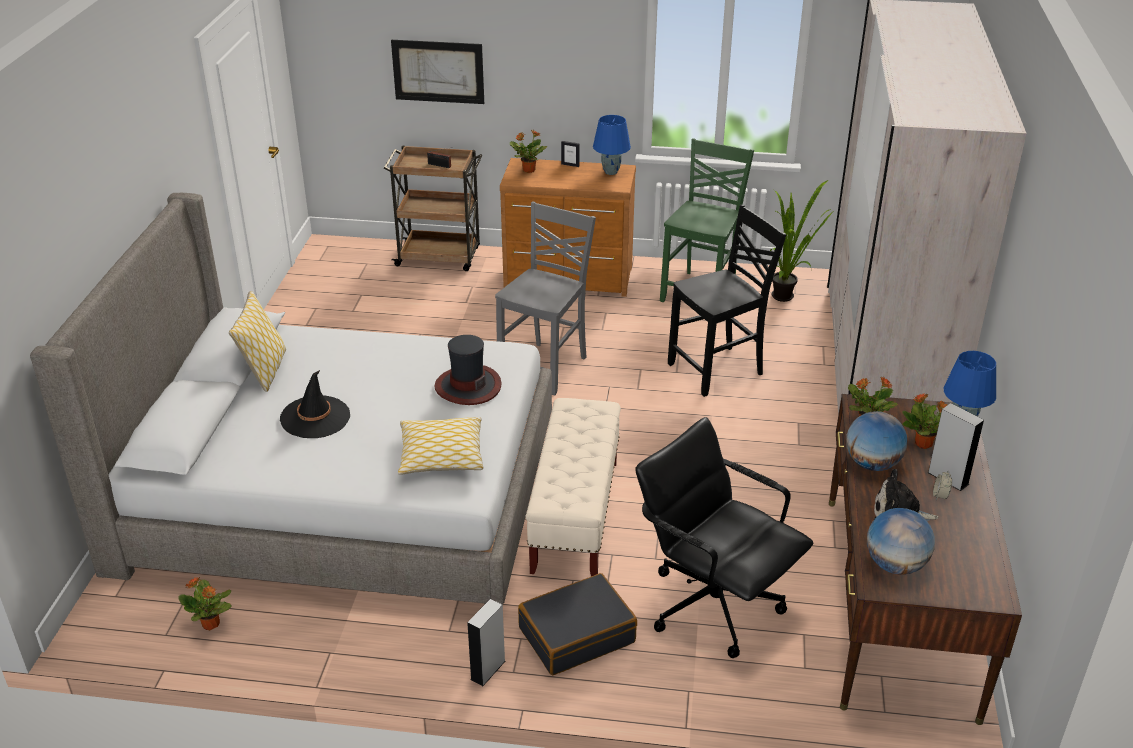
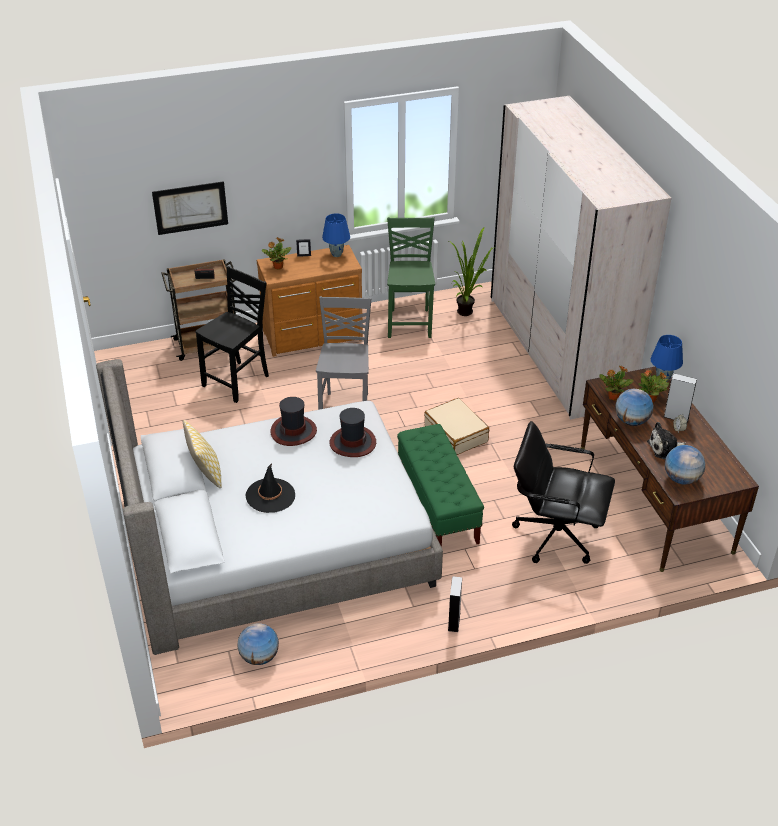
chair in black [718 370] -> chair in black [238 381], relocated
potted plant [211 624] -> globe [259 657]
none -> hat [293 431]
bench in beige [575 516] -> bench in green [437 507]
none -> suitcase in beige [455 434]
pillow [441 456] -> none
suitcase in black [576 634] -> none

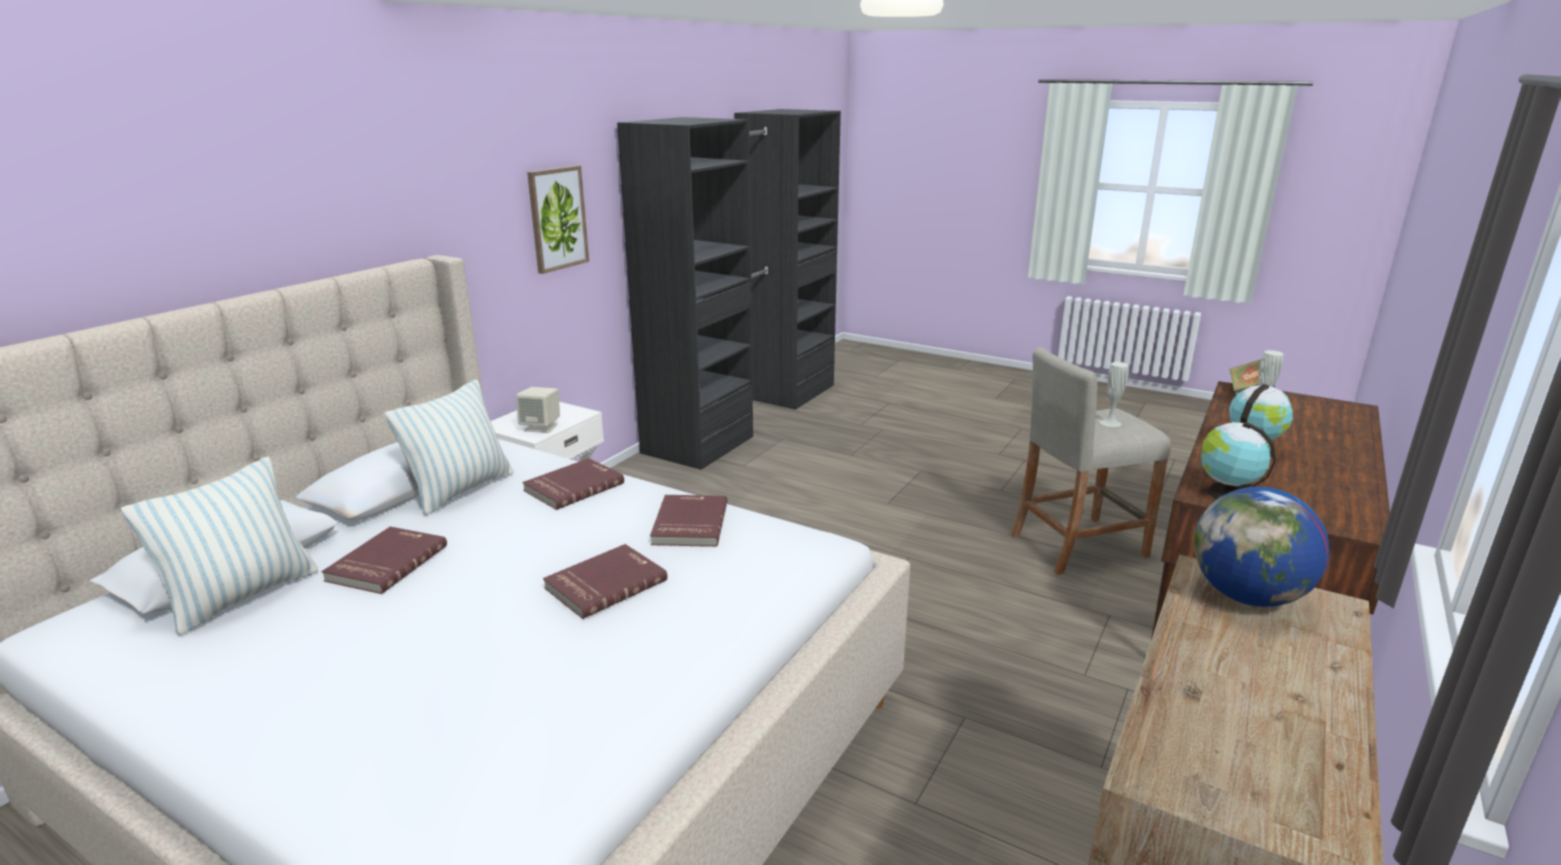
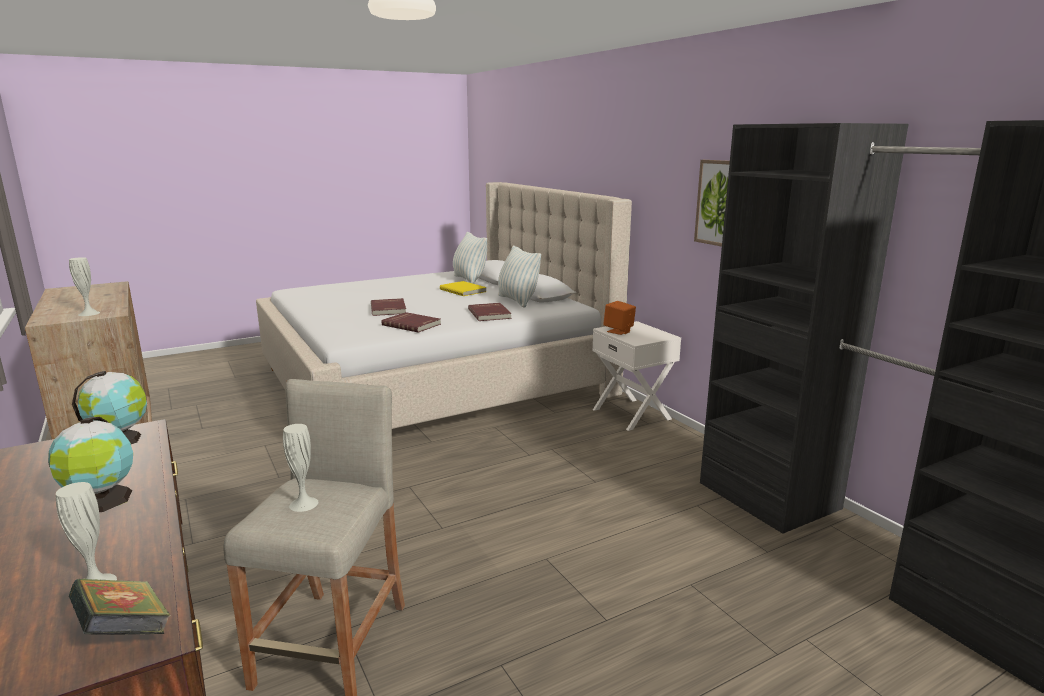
globe [1247 596] -> vase in white [89 313]
book in red [385 563] -> book in yellow [463 290]
speaker in beige [541 427] -> speaker in orange [619 331]

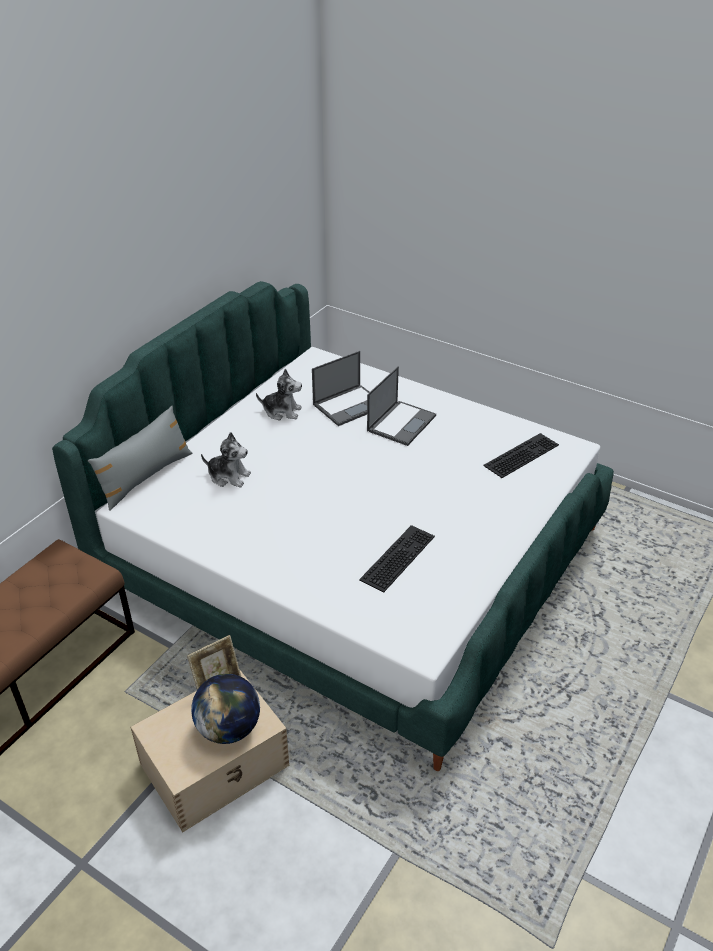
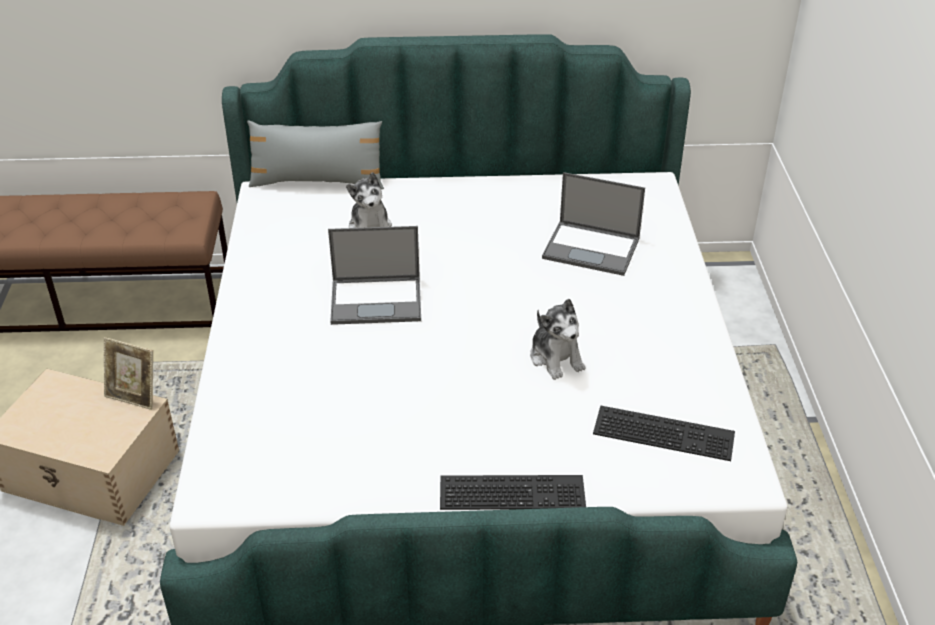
laptop [401 423] -> laptop [377 300], relocated
keyboard [396 556] -> keyboard [513 490], relocated
plush toy [282 411] -> plush toy [556 358], relocated
globe [229 728] -> none

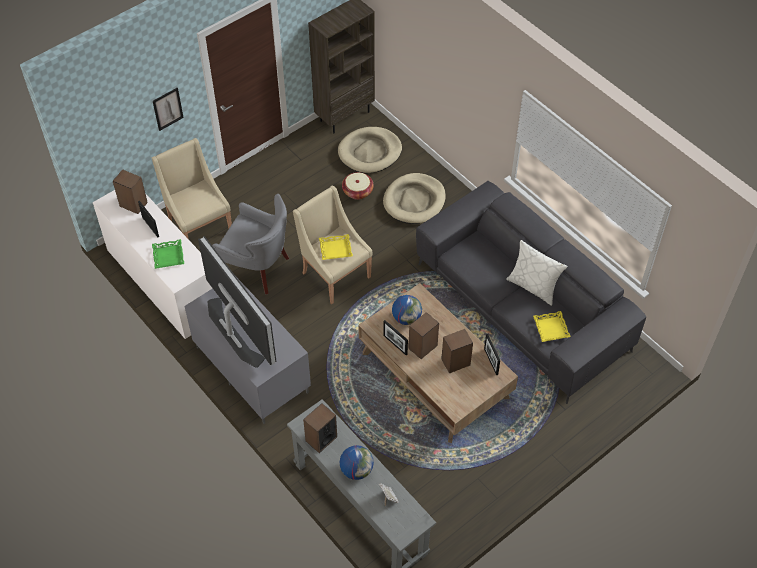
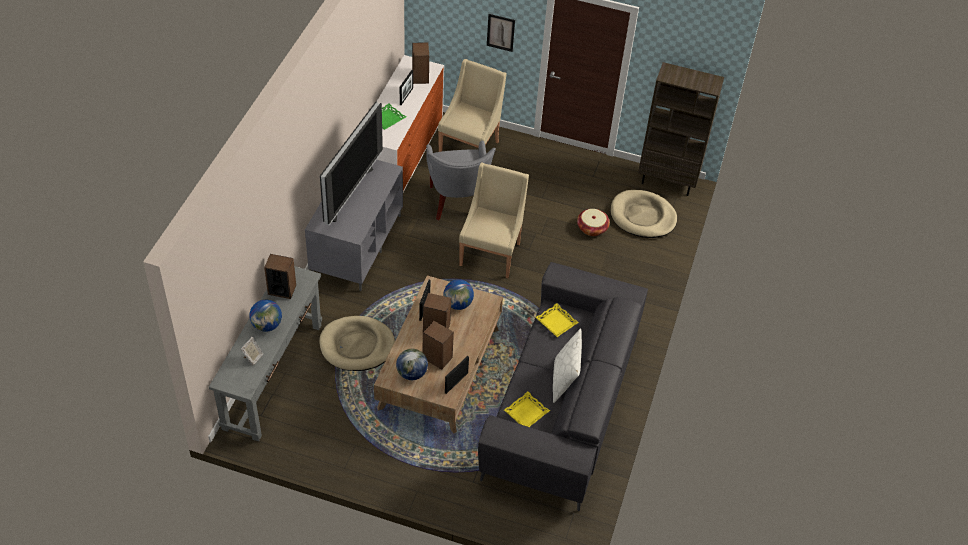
dog bed in beige [414 201] -> dog bed in beige [357 346], relocated
none -> globe [411 373]
tray in yellow [335 249] -> tray in yellow [556 322], relocated

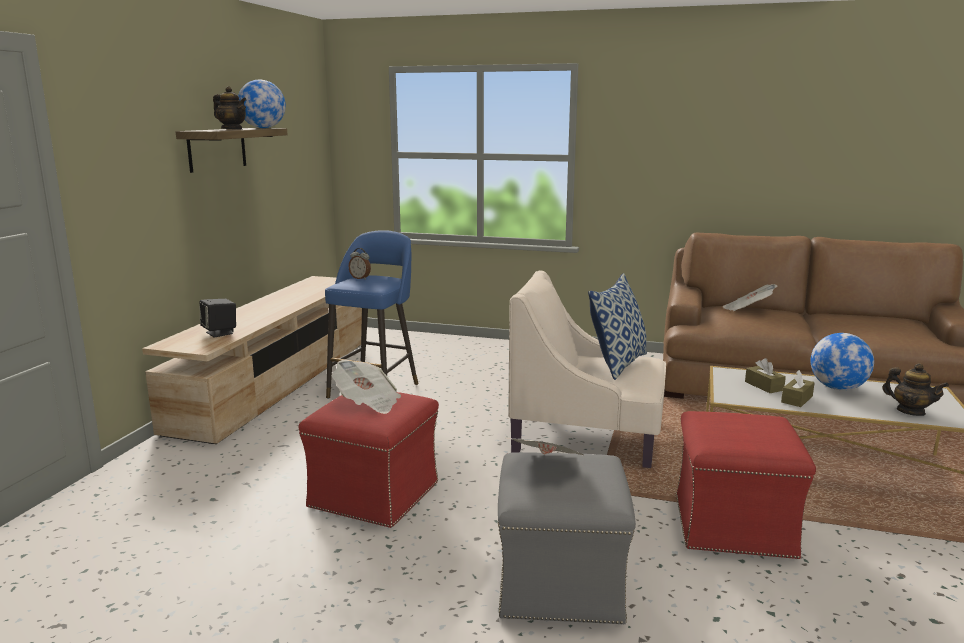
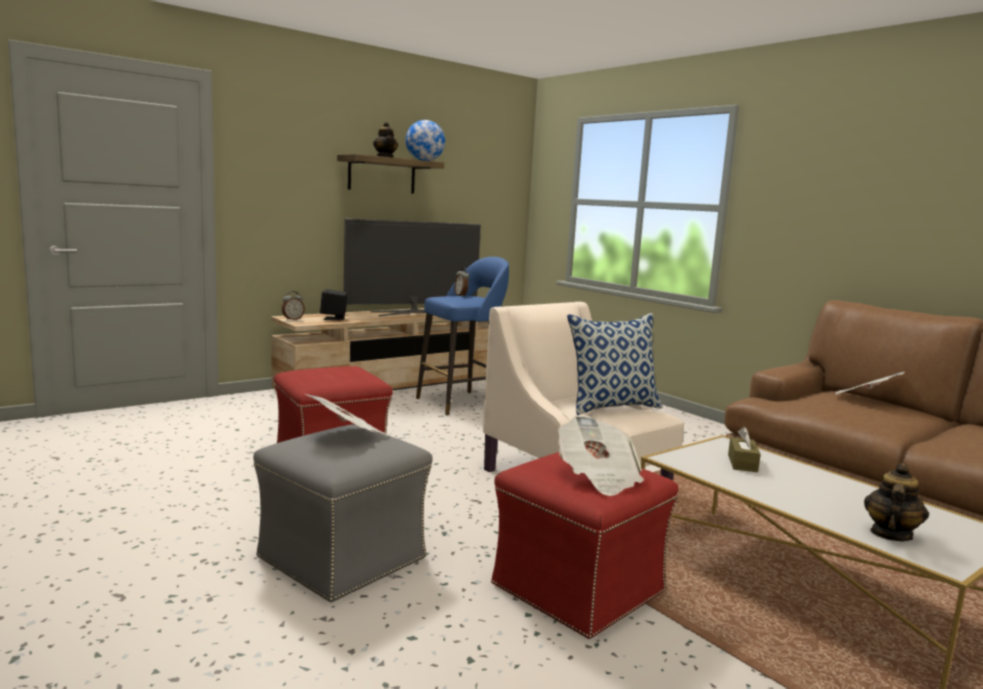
none -> alarm clock [293 319]
none -> television [413 313]
newspaper [367 403] -> newspaper [598 477], relocated
teapot [910 411] -> teapot [890 534], 135 degrees counterclockwise
tissue box in brown [797 399] -> none
globe [838 388] -> none

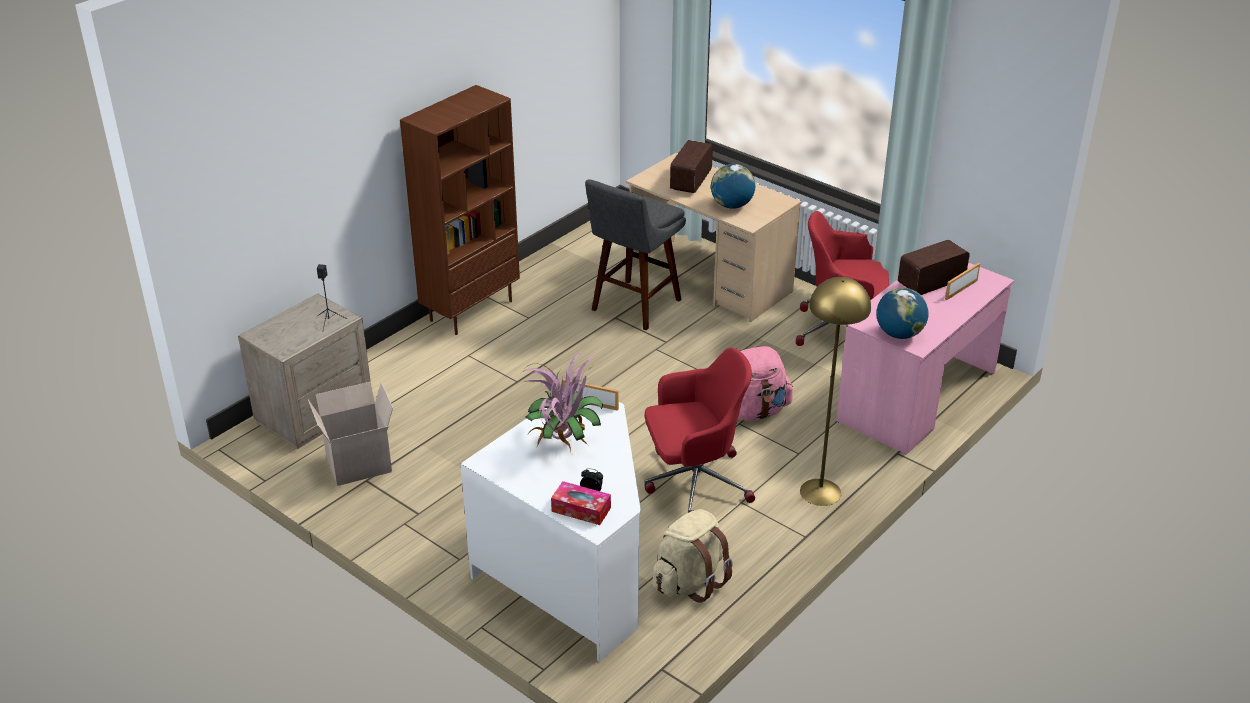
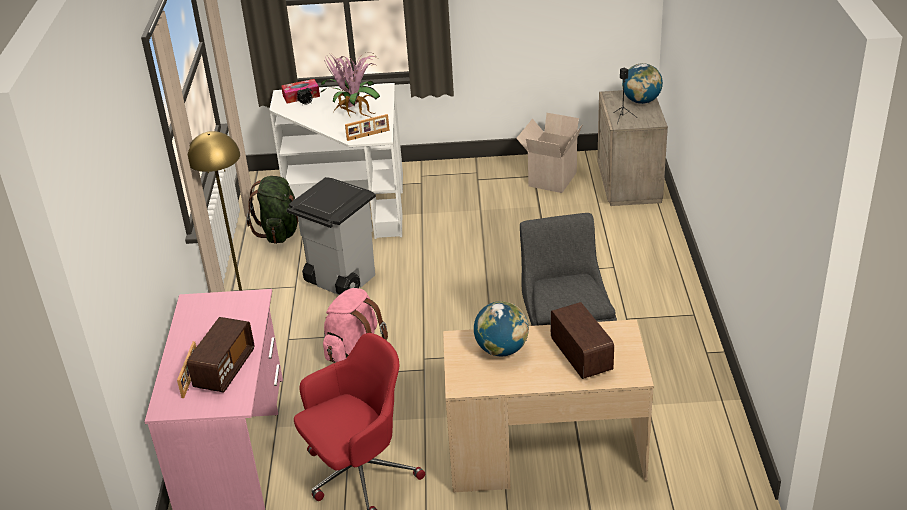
backpack in beige [689 582] -> backpack in green [280 232]
office chair in red [694 483] -> trash can in grey [340 280]
globe [899 334] -> globe [641 101], relocated
bookcase in brown [471 310] -> none

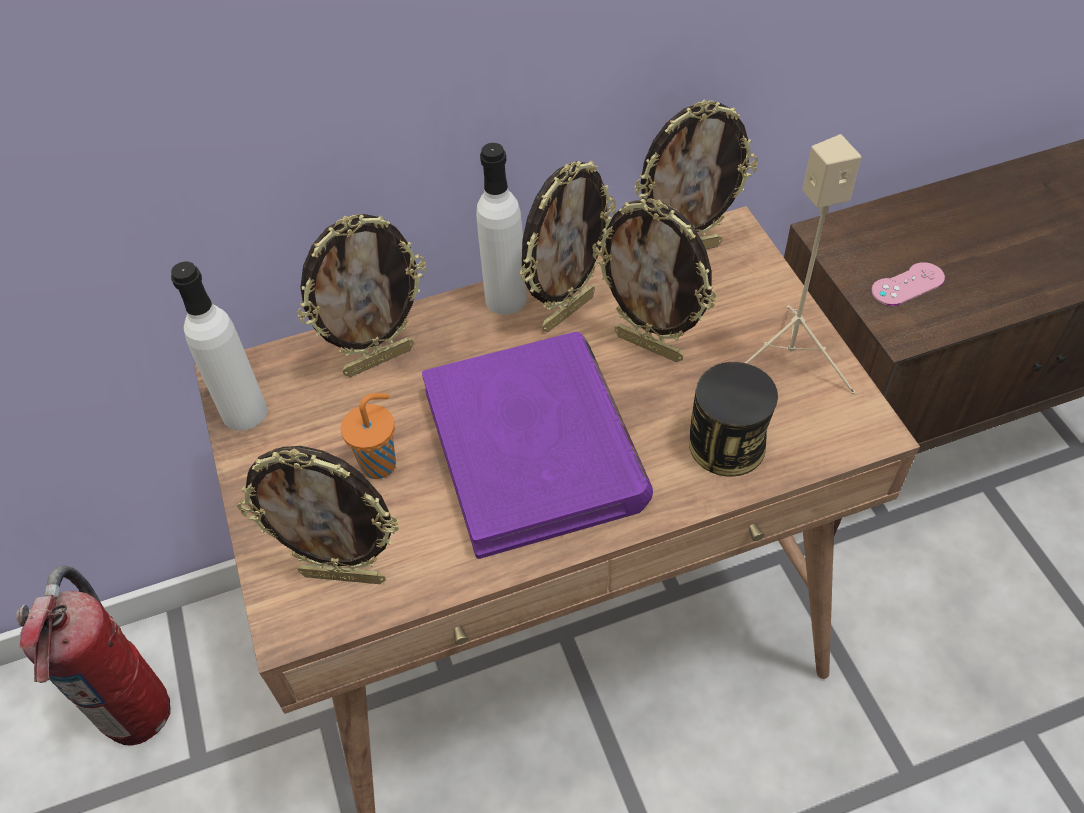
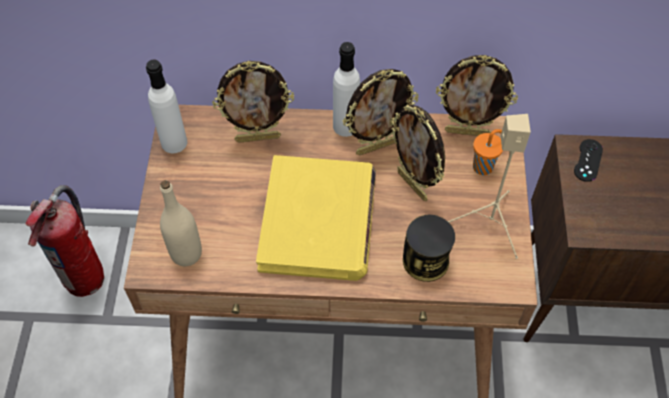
picture frame [344 575] -> bottle in beige [186 253]
book in purple [535 447] -> book in yellow [318 221]
cup in orange [380 463] -> cup in orange [484 166], relocated
none -> game controller in black [588 160]
game controller in pink [907 284] -> none

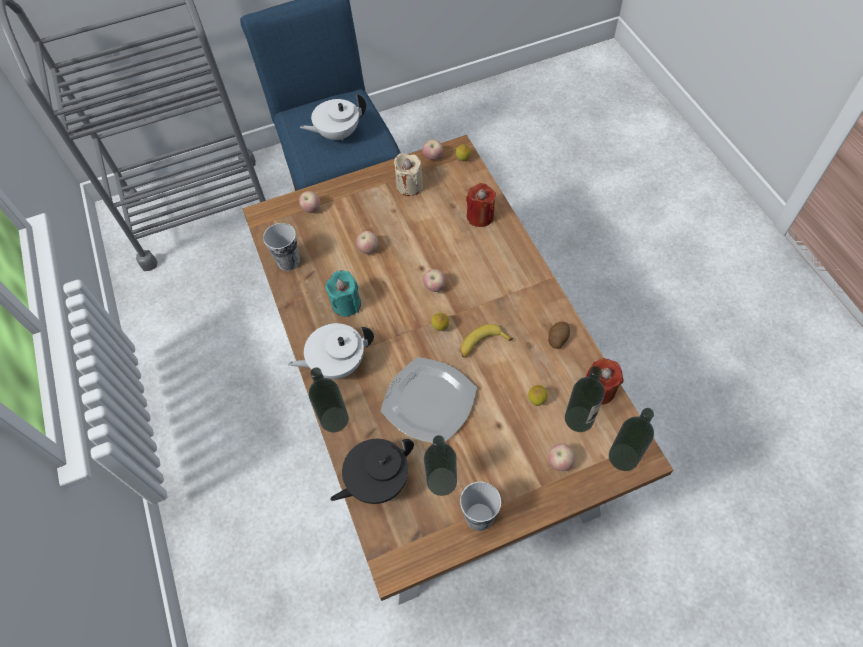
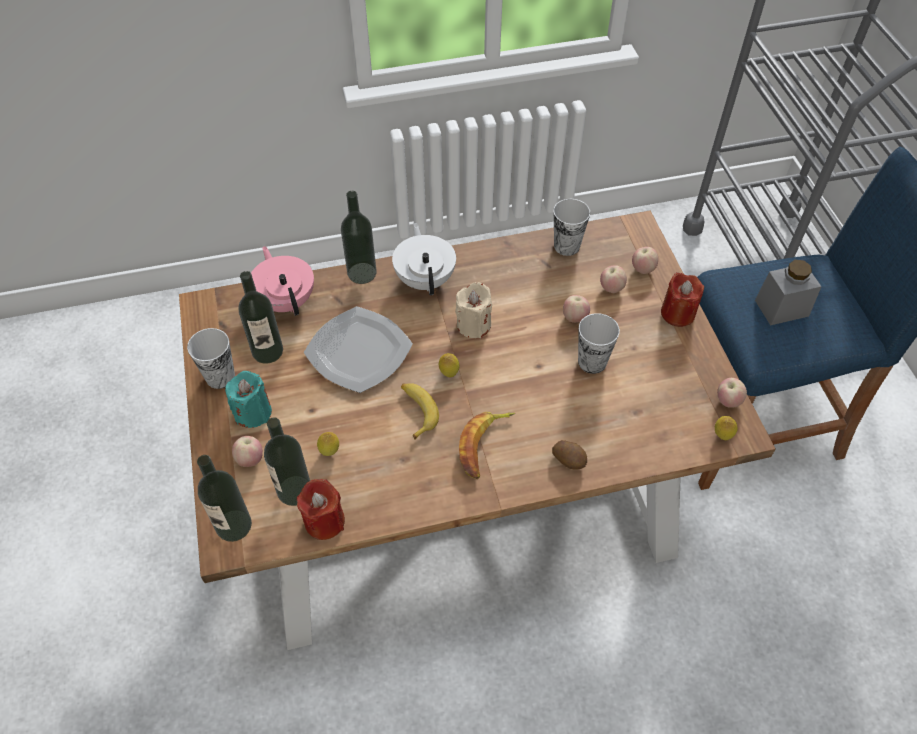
candle in turquoise [346 304] -> candle in turquoise [253 412], relocated
teapot in black [377 481] -> teapot in pink [286 300]
candle in beige [409 186] -> candle in beige [473 324], relocated
none -> banana [484 446]
potato [557 338] -> potato [569 459], relocated
none -> cup [592 362]
apple [435 287] -> apple [611 288], relocated
candle in red [480 216] -> candle in red [677 313], relocated
teapot in white [337 134] -> jar in grey [781 308]

